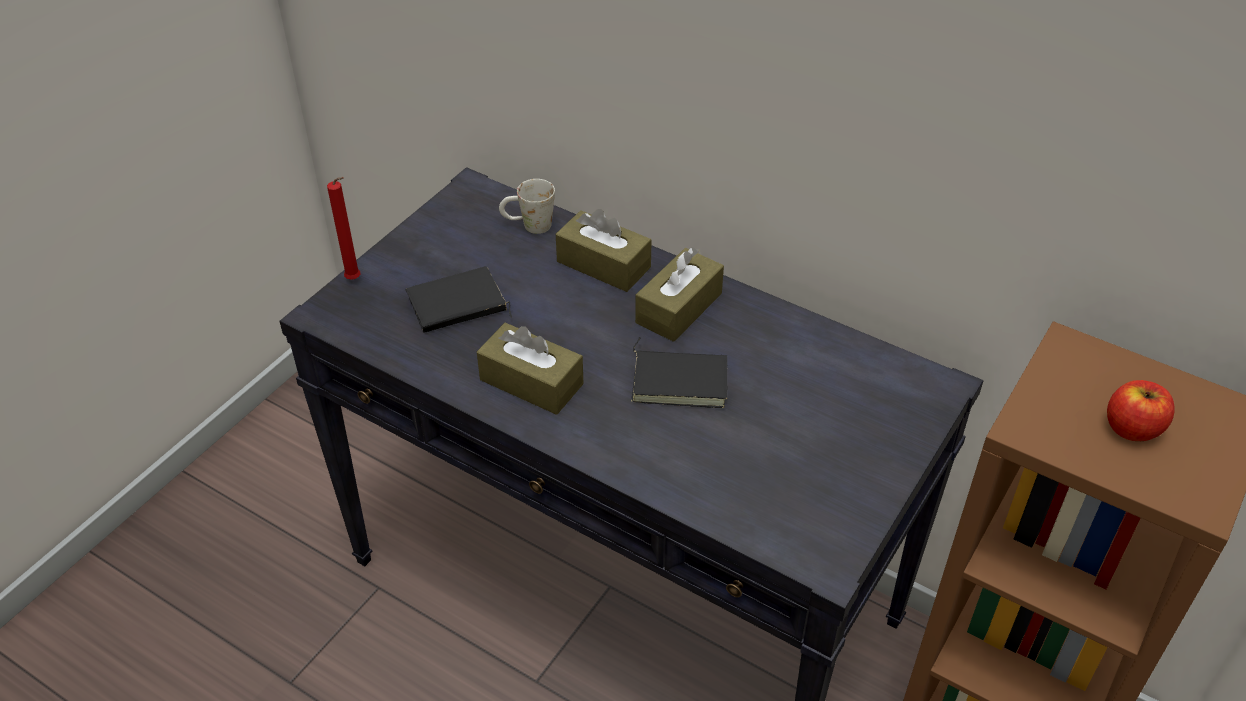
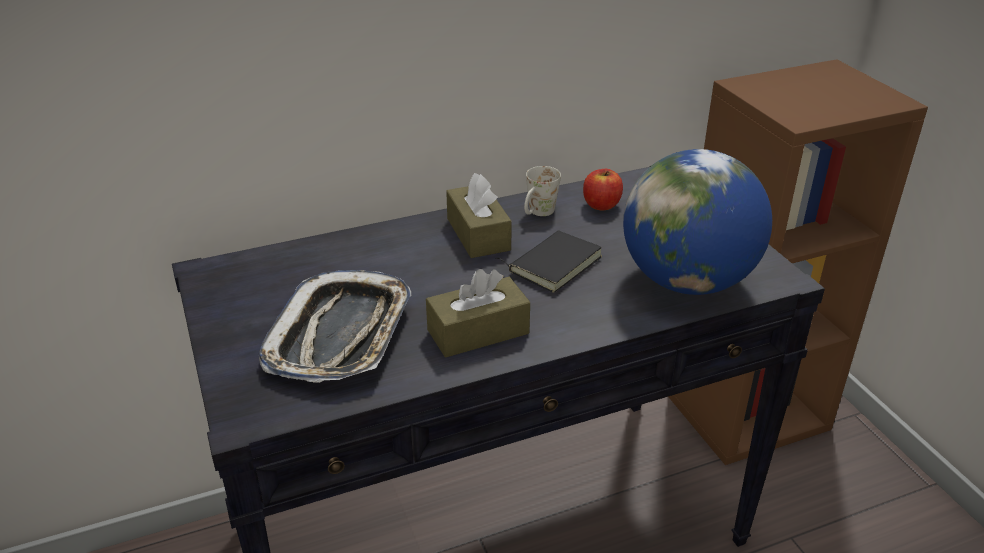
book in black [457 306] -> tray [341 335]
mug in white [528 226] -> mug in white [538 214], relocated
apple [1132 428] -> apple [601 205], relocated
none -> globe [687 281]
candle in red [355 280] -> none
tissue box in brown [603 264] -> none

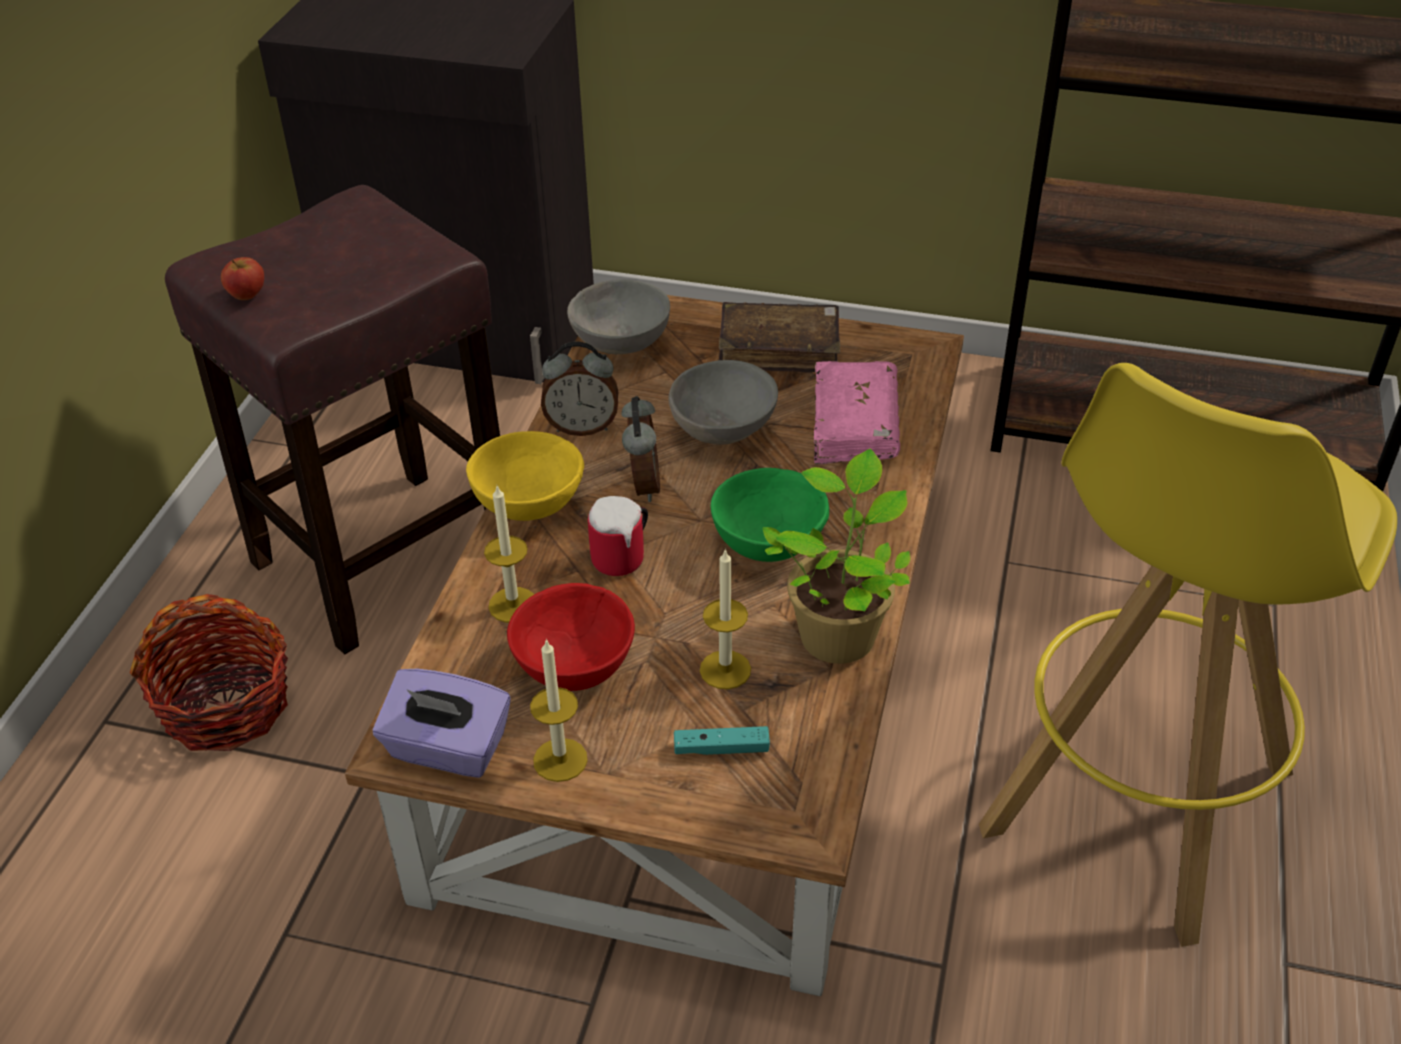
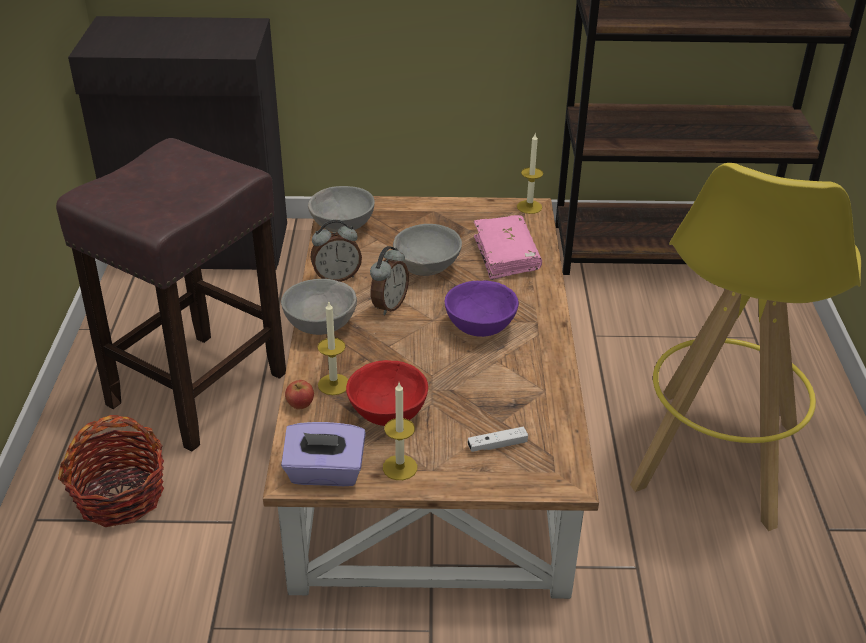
bowl in yellow [528 503] -> bowl in grey [320 325]
apple [247 295] -> apple [300 405], relocated
alarm clock [642 485] -> alarm clock [388 305], 45 degrees clockwise
bowl in green [767 543] -> bowl in purple [479 327]
game controller in turquoise [721 749] -> game controller in white [497 445]
candle [725 670] -> candle [529 207], relocated
mug [625 556] -> none
book in brown [778 350] -> none
potted plant [838 633] -> none

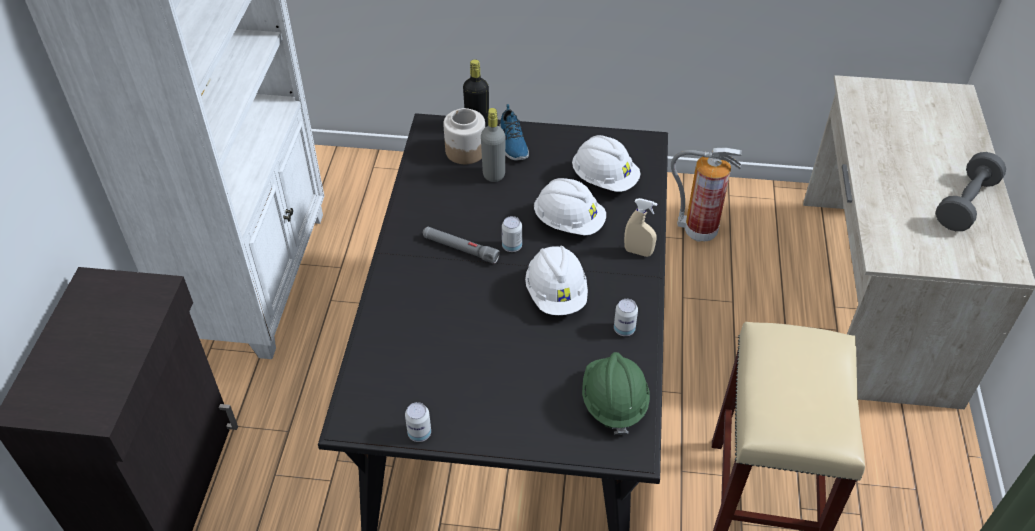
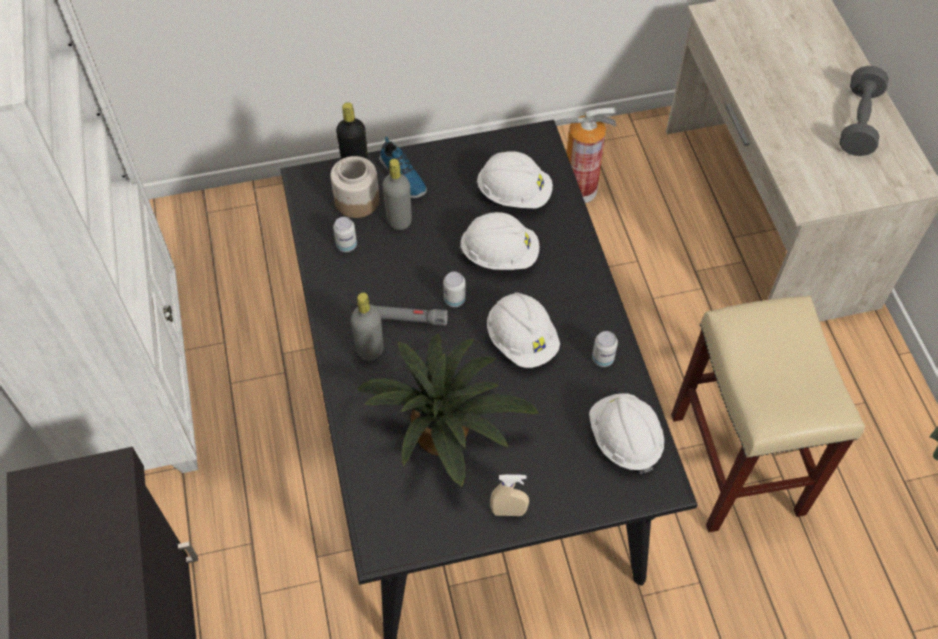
can [419 433] -> can [346 245], relocated
none -> bottle in grey [370 350]
none -> potted plant [445 433]
spray bottle in beige [638 252] -> spray bottle in beige [508 511], relocated
hard hat in green [613 401] -> hard hat in white [624 439]

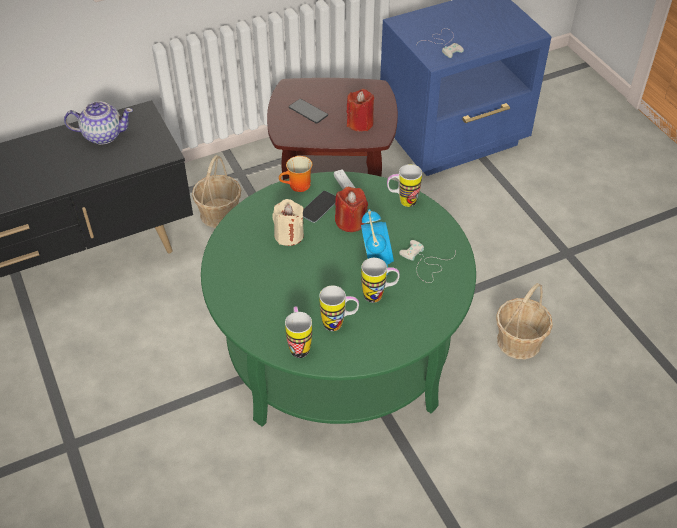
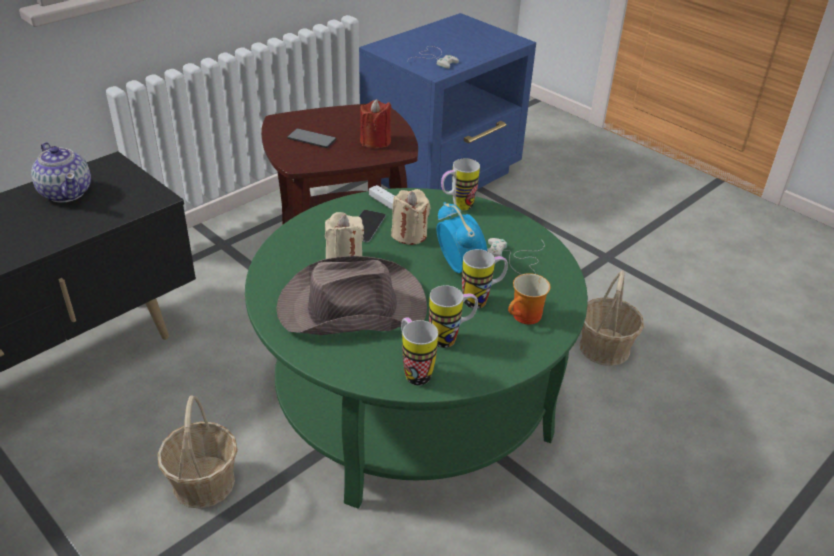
teapot [103 135] -> teapot [66 192], 75 degrees clockwise
basket [220 214] -> basket [204 482], relocated
none -> hat in brown [350 307]
candle in red [350 222] -> candle in beige [409 234]
mug [298 187] -> mug [526 318], relocated

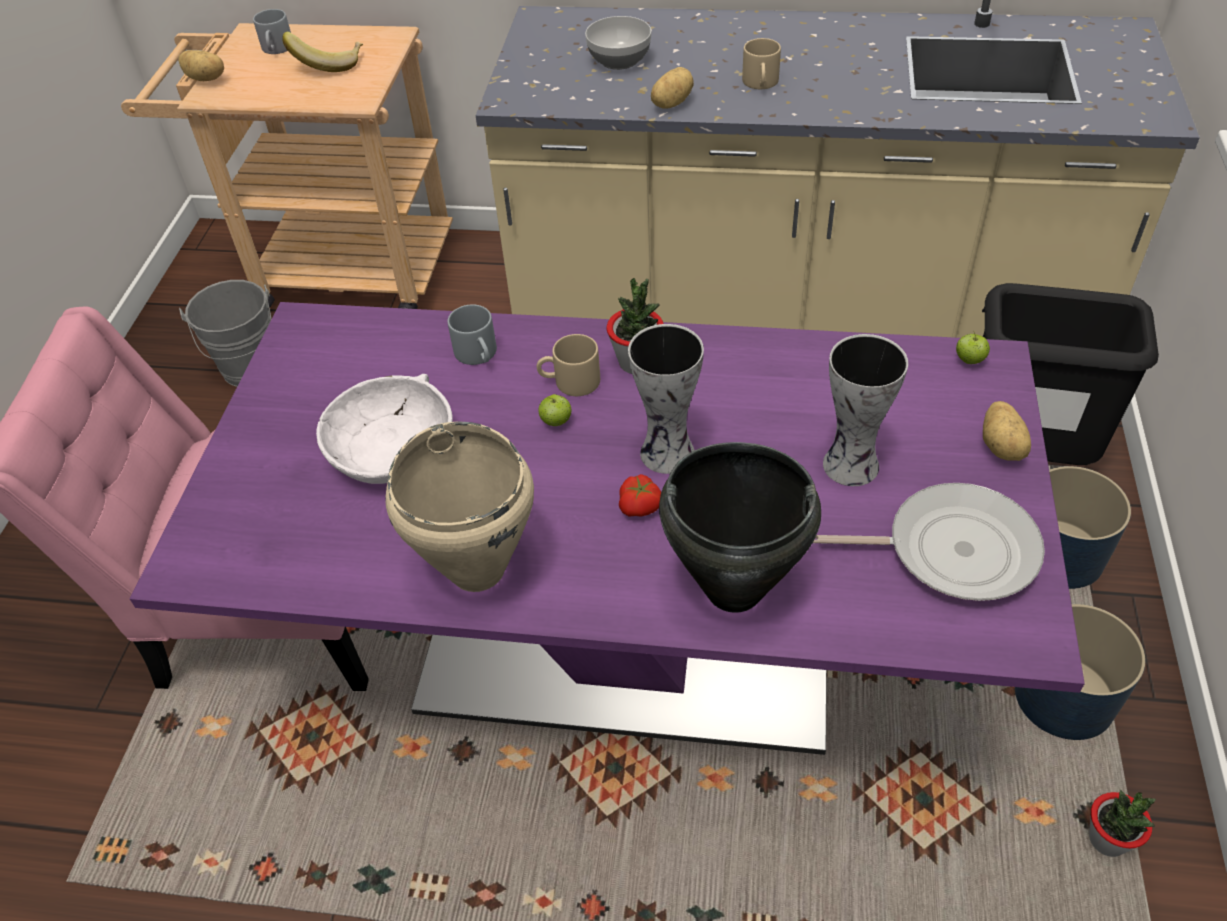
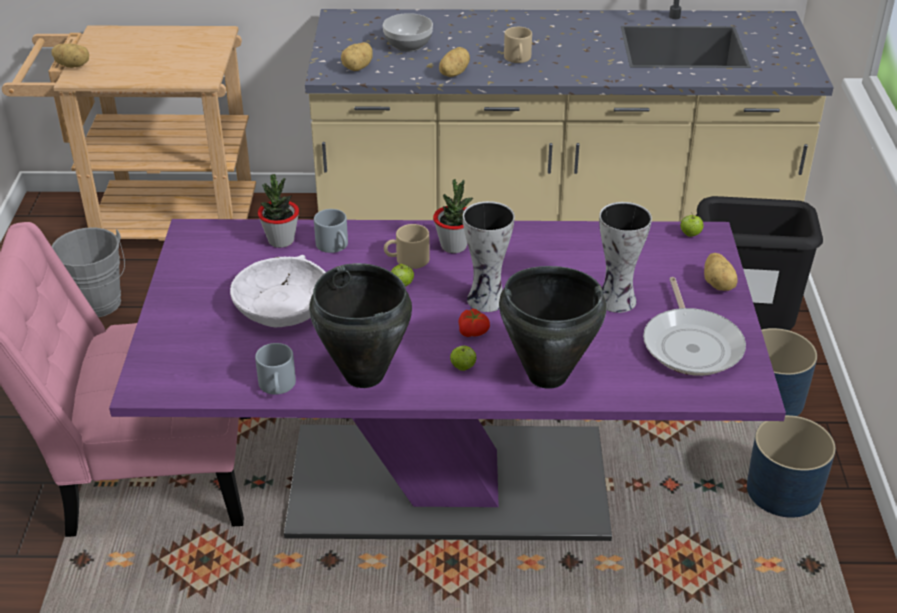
mug in grey [277 49] -> mug in grey [278 386], relocated
potted plant [1107 840] -> potted plant [281 240], relocated
cooking pot in beige [476 570] -> cooking pot in black [364 376]
none -> potato [358 68]
none -> apple [463 367]
frying pan [952 549] -> frying pan [691 344], 90 degrees clockwise
banana [329 64] -> none

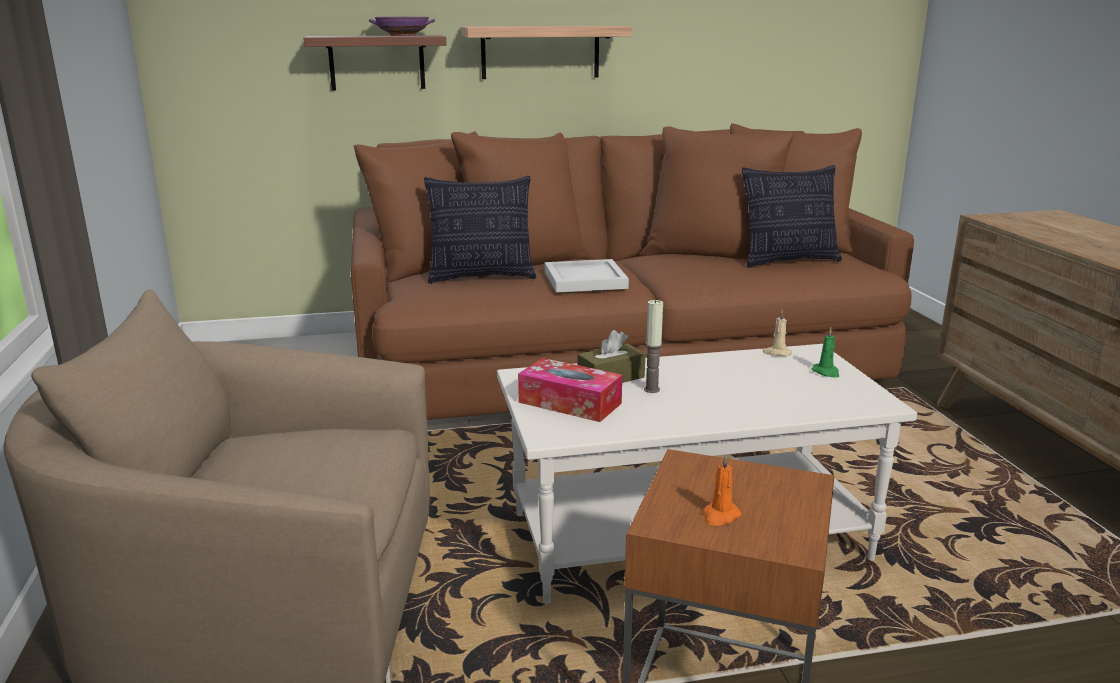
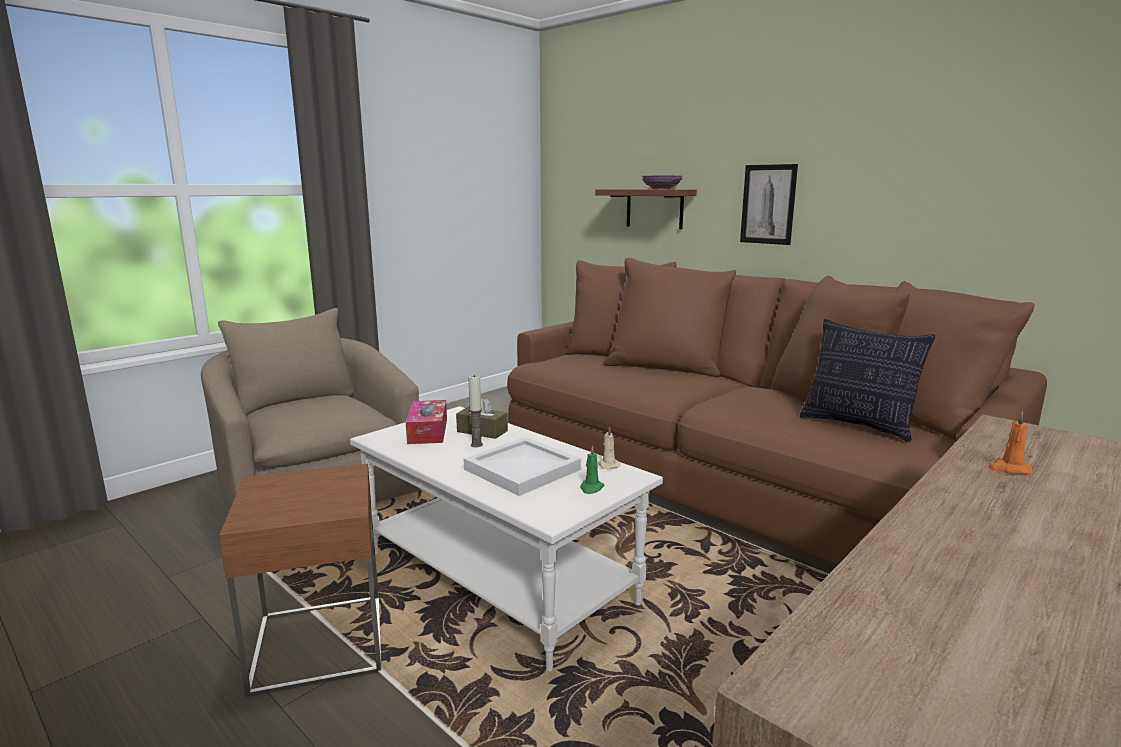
tray in white [584 280] -> tray in white [520 469], relocated
shelf [540 52] -> picture [768 204]
candle in orange [720 516] -> candle in orange [1009 469], relocated
pillow [481 277] -> none

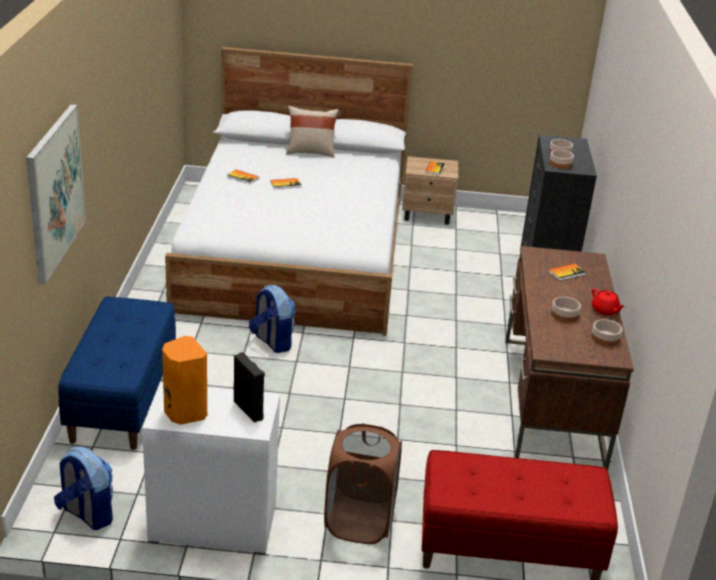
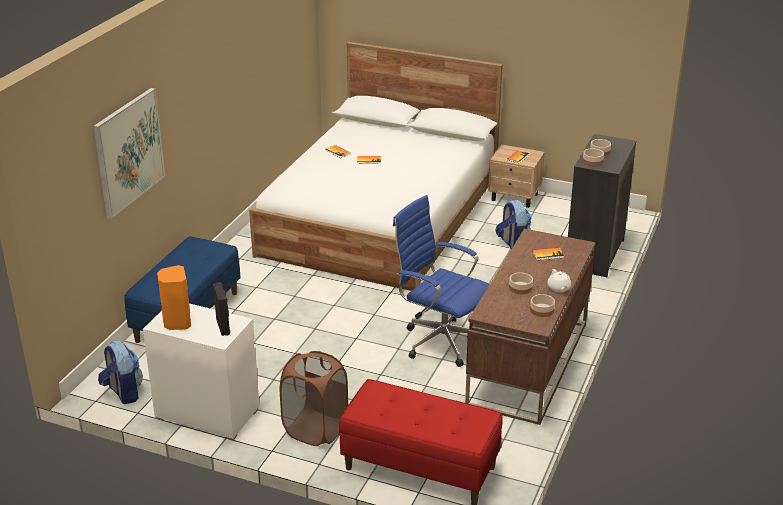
none -> office chair in blue [439 341]
backpack [272 342] -> backpack [513 244], relocated
teapot in red [605 310] -> teapot in white [559 288]
pillow in beige [310 152] -> none

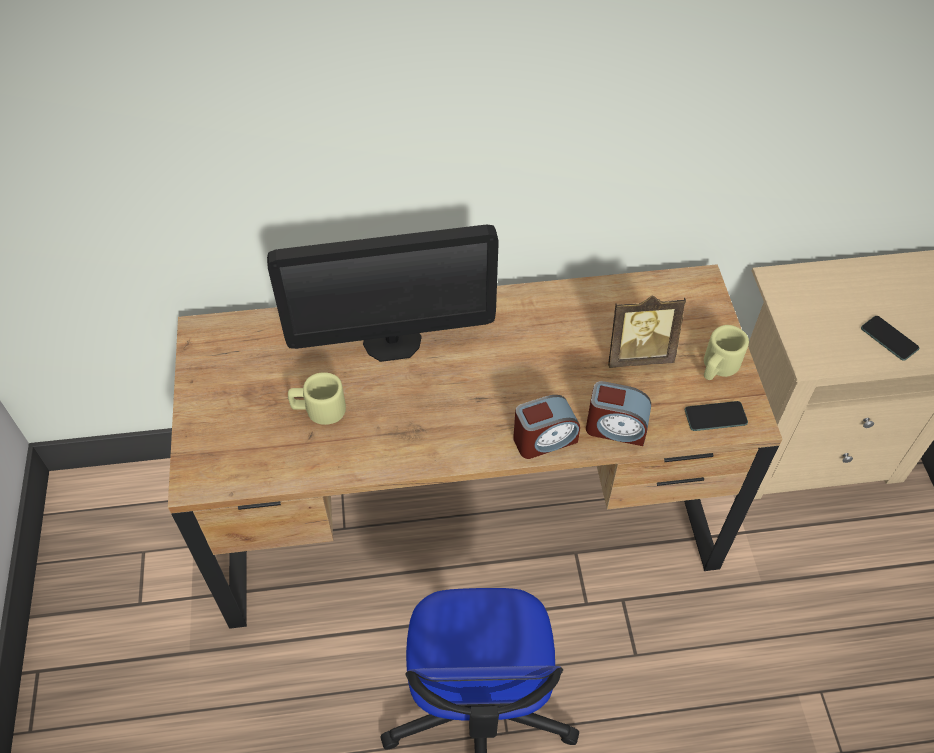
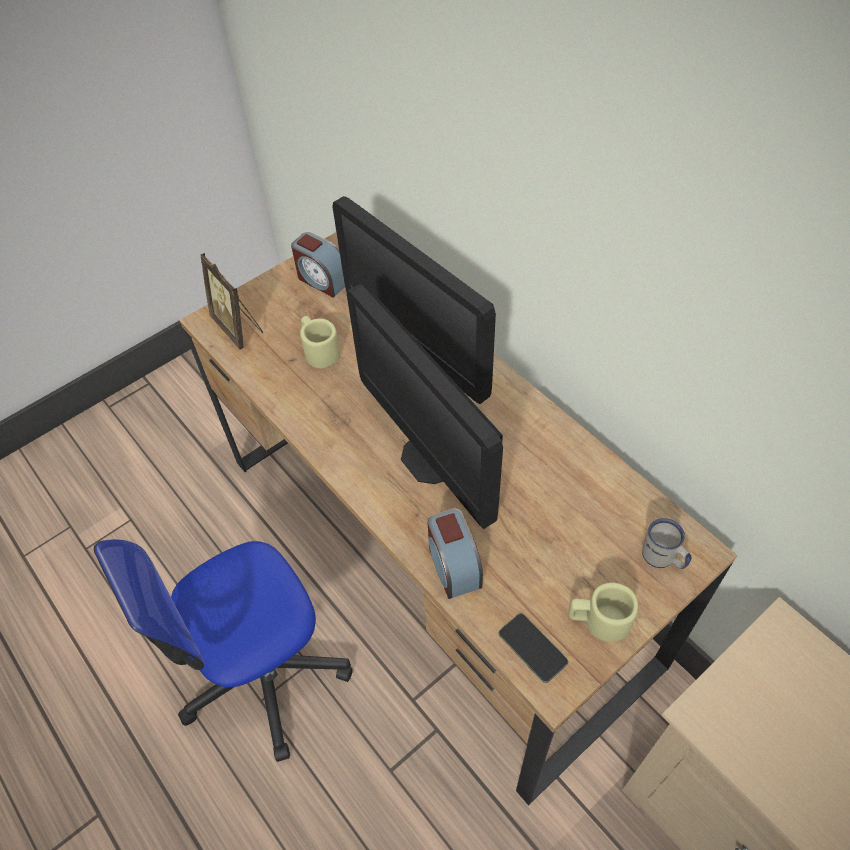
picture frame [638 355] -> picture frame [238 327], relocated
alarm clock [544 439] -> alarm clock [322 280], relocated
none -> monitor [430 458]
none -> mug in white [662 559]
phone [889 338] -> none

